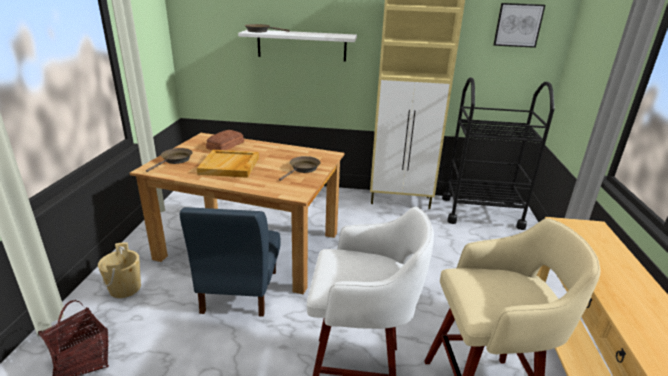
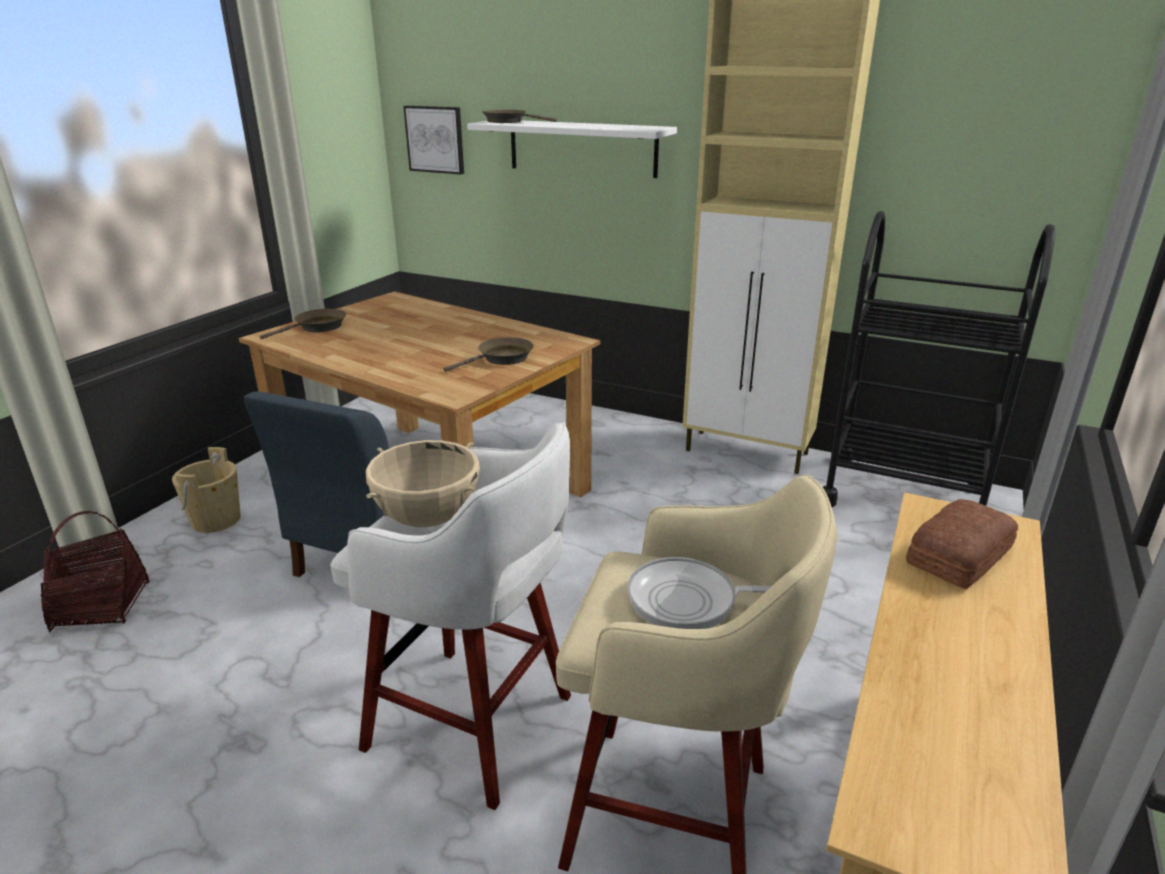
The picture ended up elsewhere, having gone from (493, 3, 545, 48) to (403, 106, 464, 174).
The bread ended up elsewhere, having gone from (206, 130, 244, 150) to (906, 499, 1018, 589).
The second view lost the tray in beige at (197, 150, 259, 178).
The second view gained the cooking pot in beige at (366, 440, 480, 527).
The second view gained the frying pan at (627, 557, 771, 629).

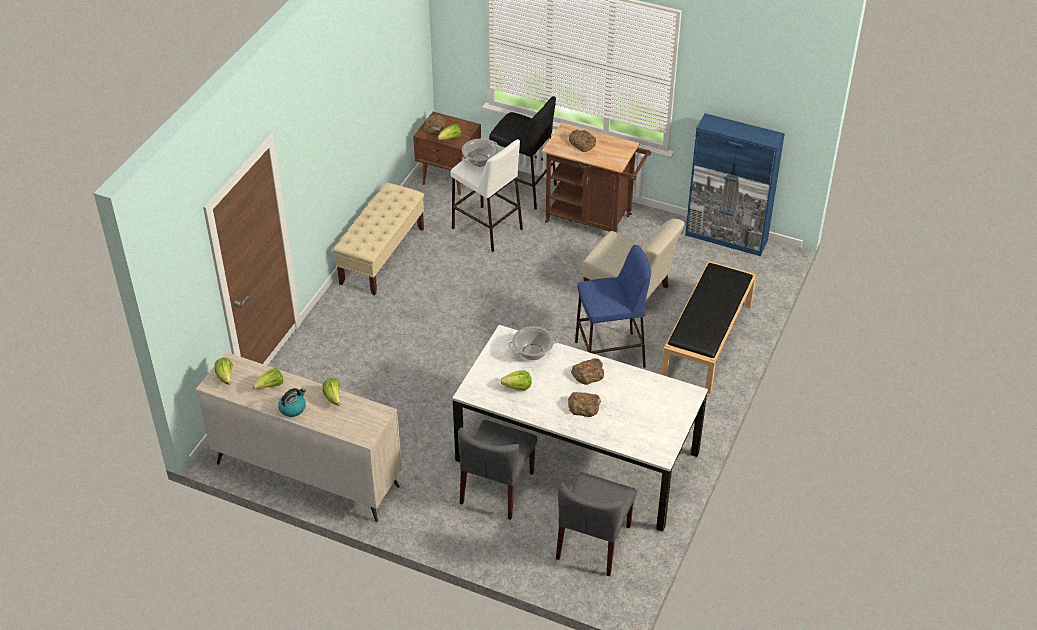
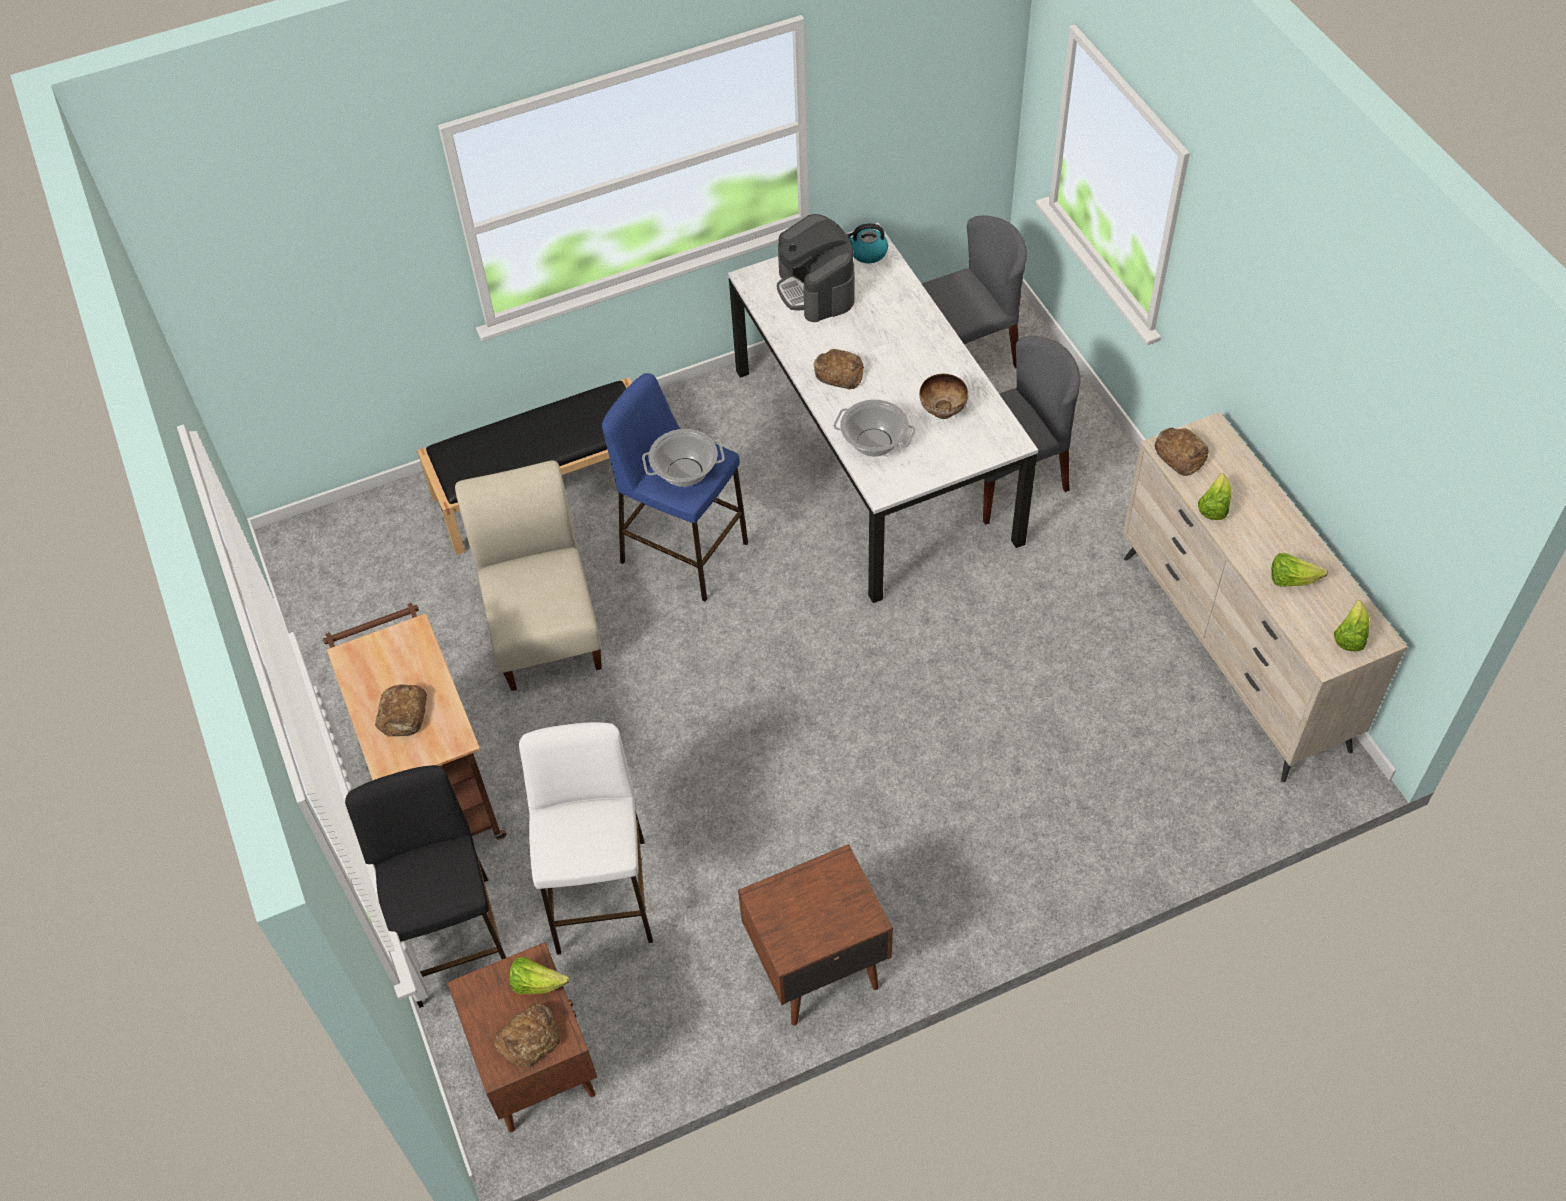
The second view lost the cabinet in blue at (685, 113, 785, 256).
The cooking pot ended up elsewhere, having gone from (462, 139, 498, 167) to (642, 429, 724, 487).
Where the bench in beige stood at (333, 183, 424, 295), the nightstand in brown came to stand at (738, 844, 893, 1026).
Where the lettuce stood at (500, 370, 532, 391), the bowl came to stand at (919, 374, 968, 419).
The kettle ended up elsewhere, having gone from (278, 388, 306, 417) to (846, 223, 888, 263).
The bread ended up elsewhere, having gone from (568, 392, 601, 417) to (1155, 428, 1208, 476).
The second view gained the coffee machine at (777, 214, 855, 322).

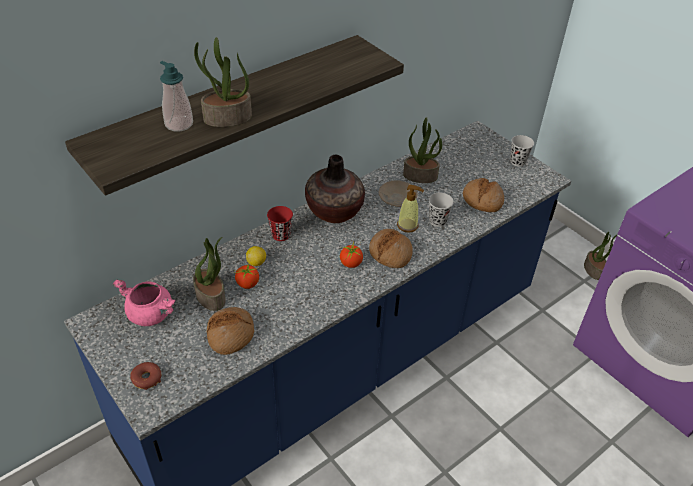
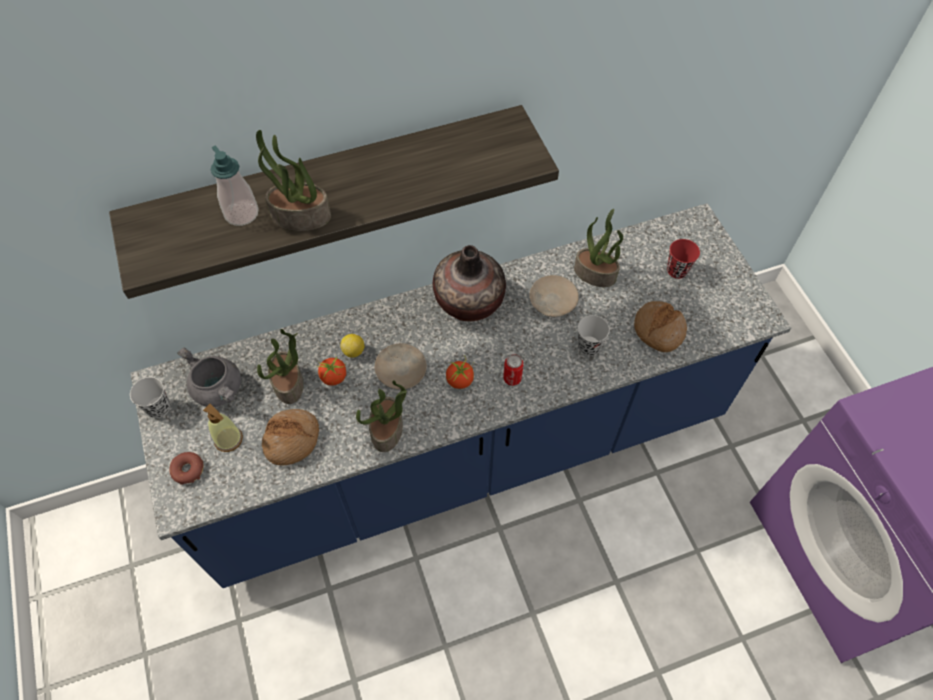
The cup in black ended up elsewhere, having gone from (510, 135, 534, 167) to (130, 377, 170, 418).
The soap dispenser ended up elsewhere, having gone from (397, 185, 424, 232) to (203, 404, 243, 452).
The cup in red ended up elsewhere, having gone from (267, 206, 293, 241) to (667, 239, 700, 279).
Where the bread stood at (369, 229, 413, 268), the can came to stand at (503, 354, 523, 386).
The potted plant ended up elsewhere, having gone from (584, 232, 618, 280) to (356, 380, 407, 452).
What was the cooking pot in pink at (113, 280, 175, 326) turned into the cooking pot in grey at (178, 347, 241, 407).
The second view gained the plate in beige at (375, 343, 427, 390).

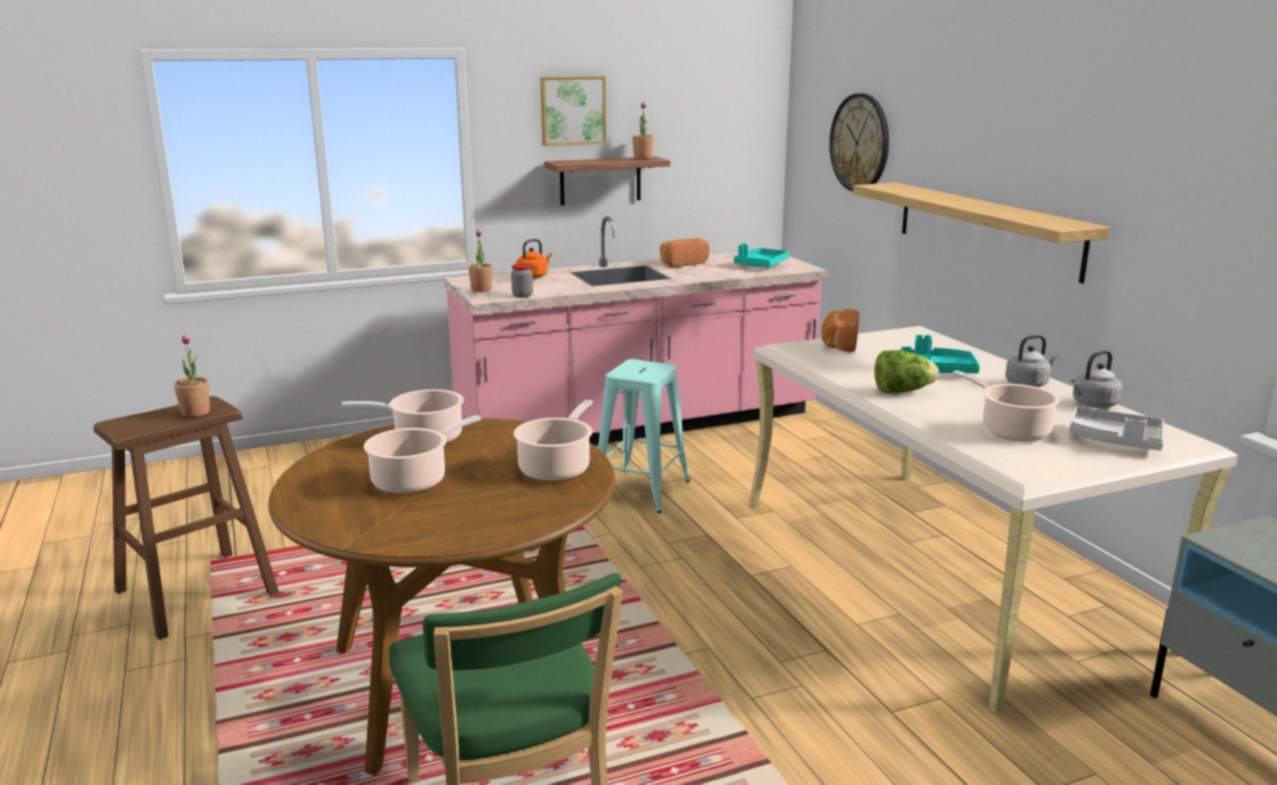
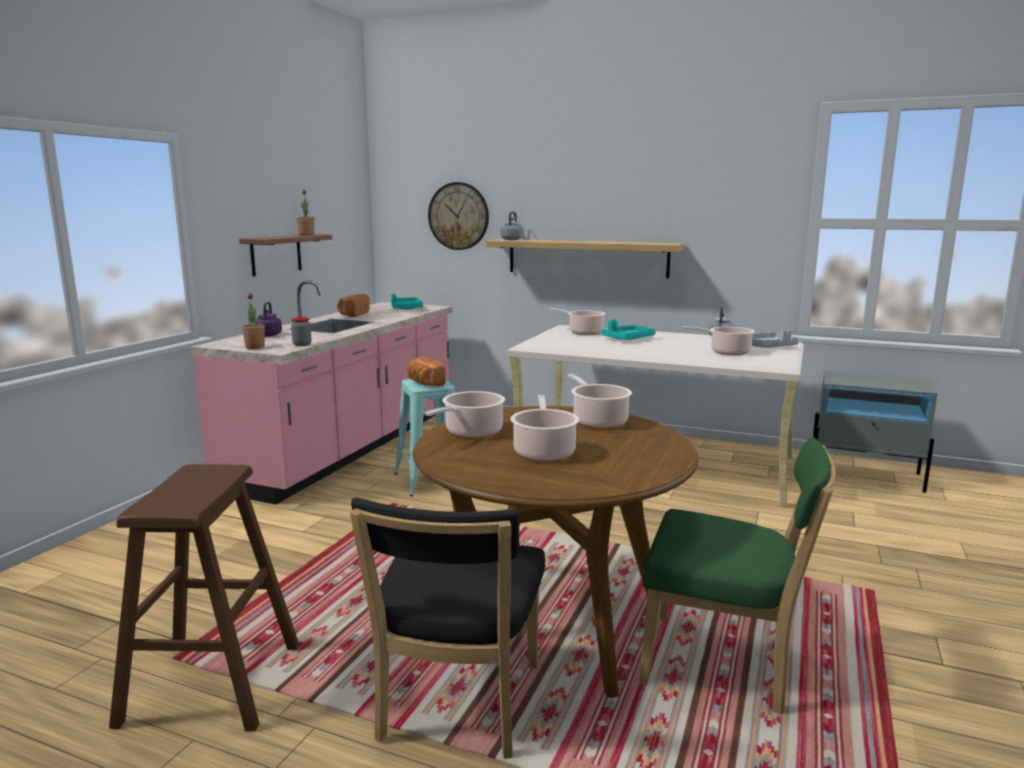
The second view lost the picture at (540, 76, 606, 146).
What was the kettle in orange at (516, 239, 552, 278) turned into the kettle in purple at (255, 302, 282, 336).
The bread ended up elsewhere, having gone from (822, 309, 859, 352) to (407, 357, 446, 386).
The second view lost the potted plant at (174, 335, 210, 417).
The kettle in grey ended up elsewhere, having gone from (1005, 335, 1059, 387) to (501, 212, 523, 240).
The second view lost the lettuce at (874, 350, 939, 394).
The second view gained the cooking pot at (549, 308, 605, 335).
The second view gained the chair in black at (350, 498, 545, 759).

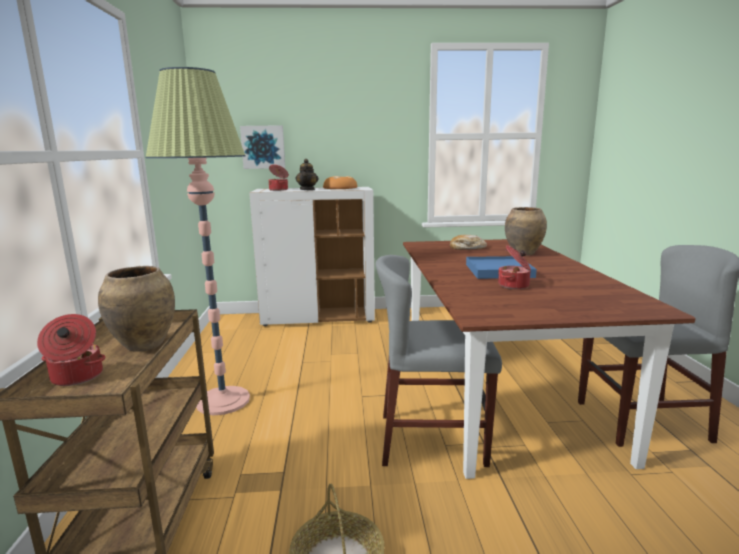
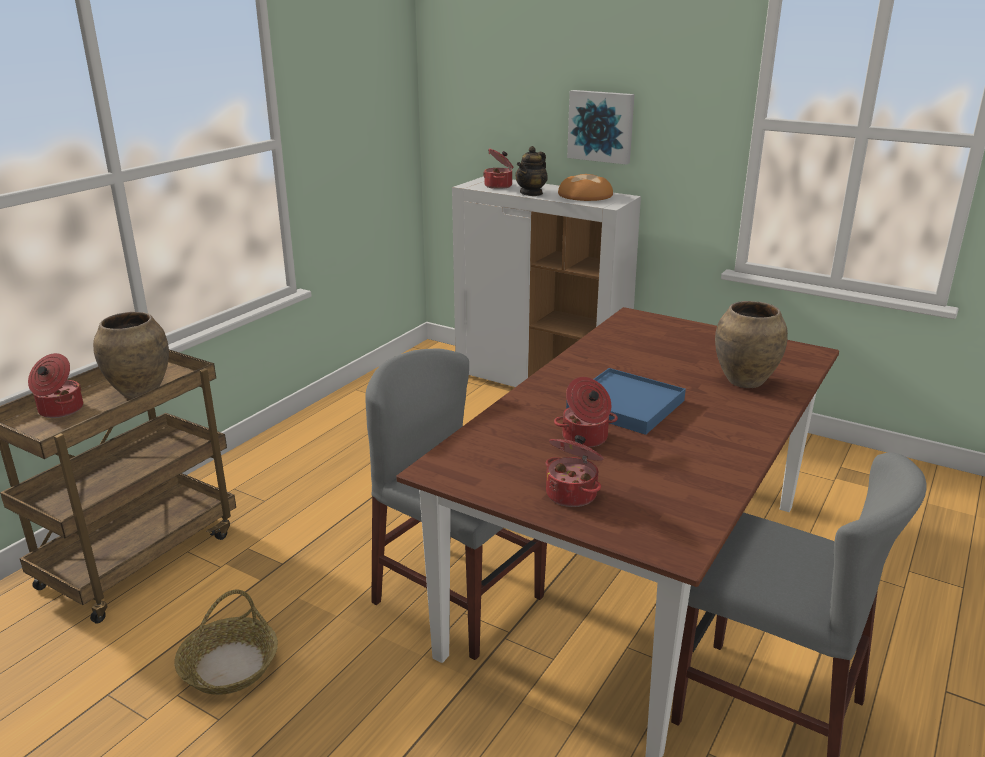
The second view lost the floor lamp at (146, 67, 250, 415).
The picture ended up elsewhere, having gone from (240, 125, 285, 169) to (567, 90, 635, 165).
The second view lost the bread at (450, 235, 487, 250).
The second view gained the cooking pot at (546, 435, 604, 507).

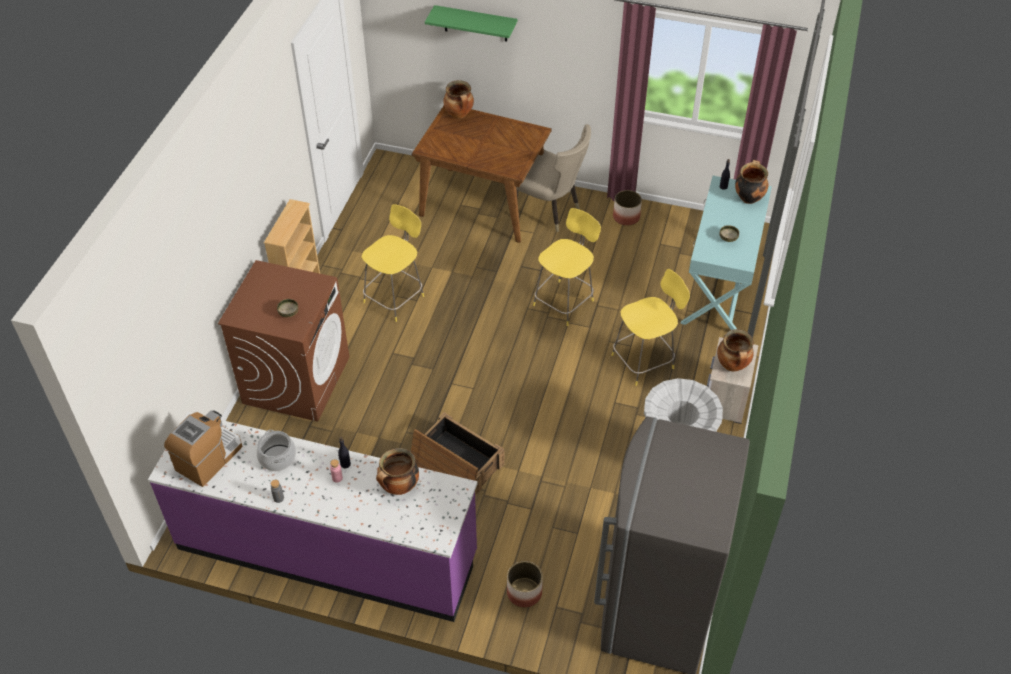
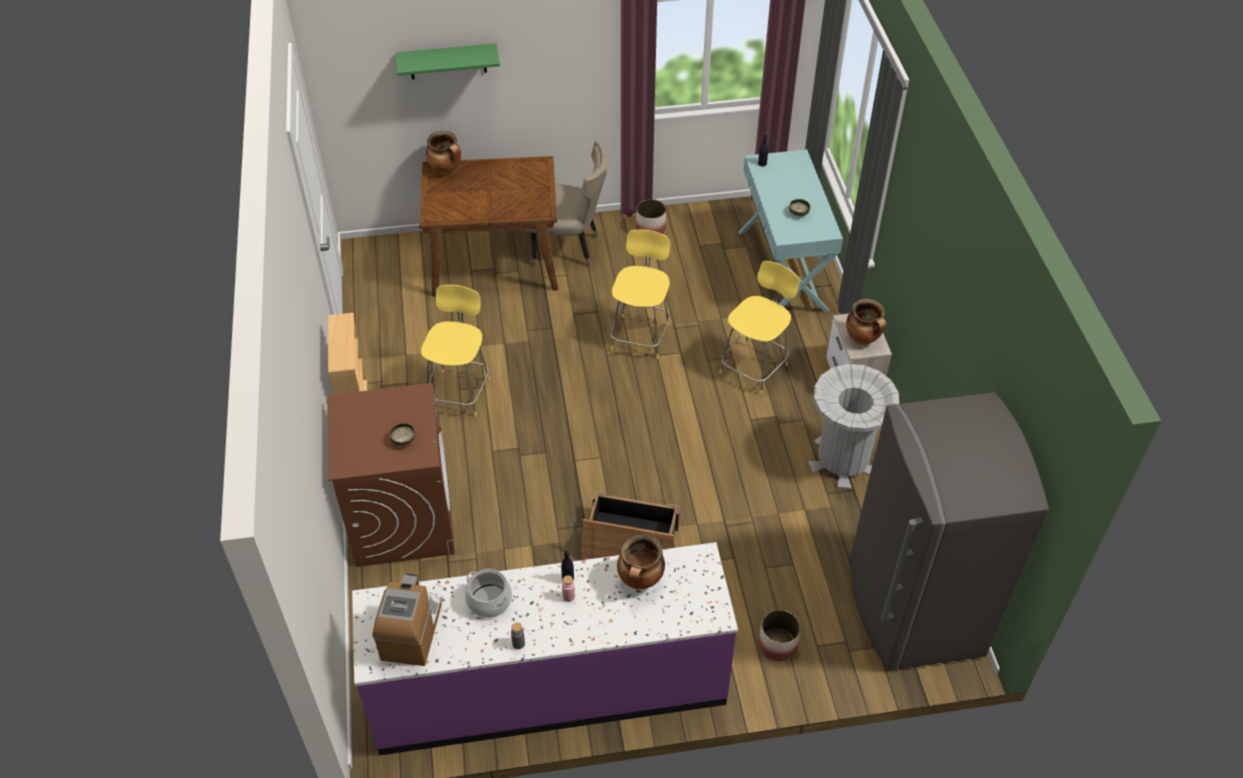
The second view lost the cooking pot at (735, 160, 768, 204).

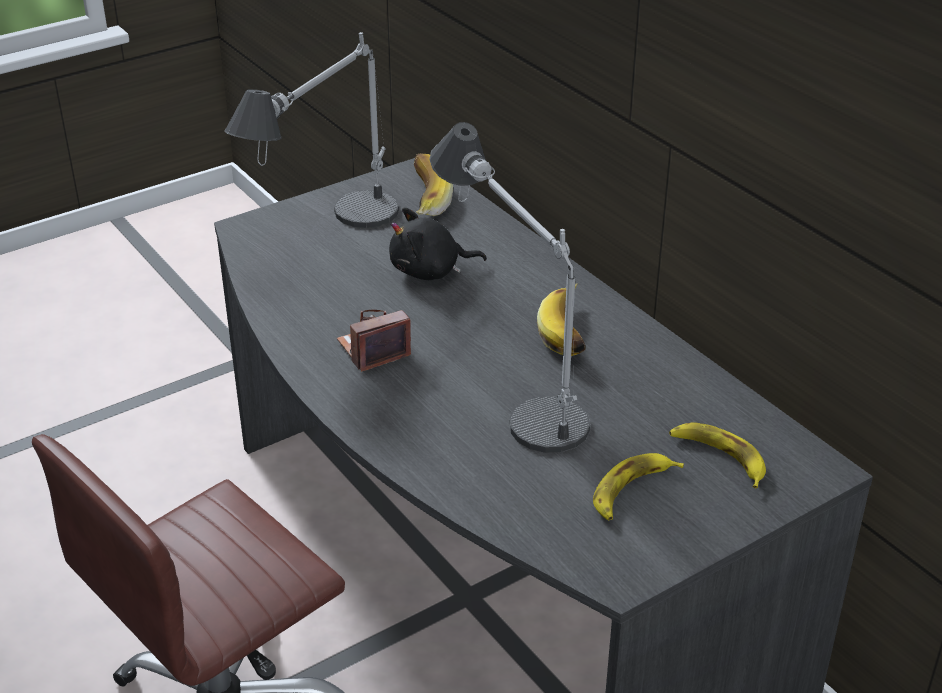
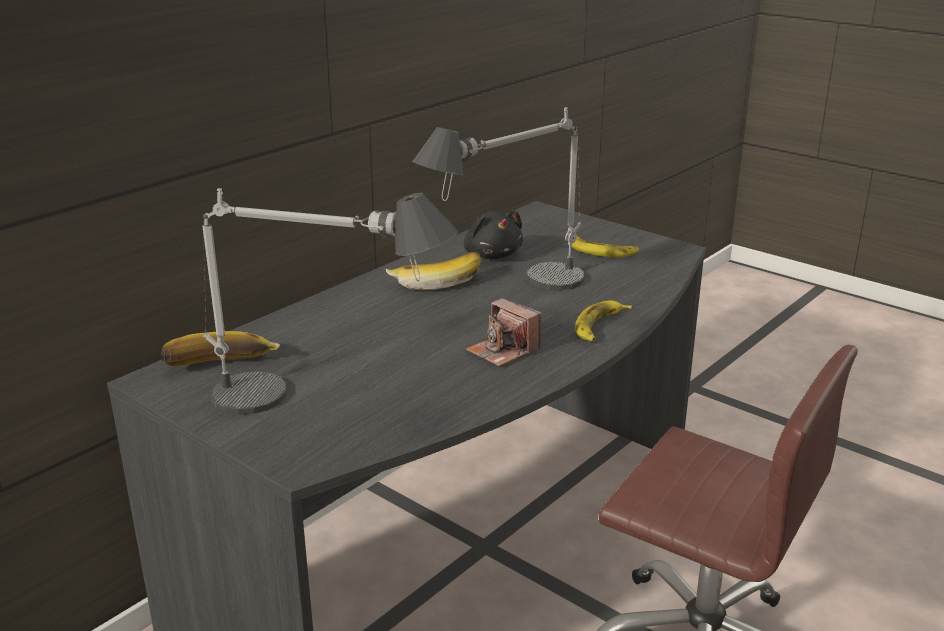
The plush toy in black ended up elsewhere, having gone from (389, 207, 487, 280) to (464, 211, 523, 259).
The banana ended up elsewhere, having gone from (669, 423, 766, 488) to (575, 300, 632, 341).

